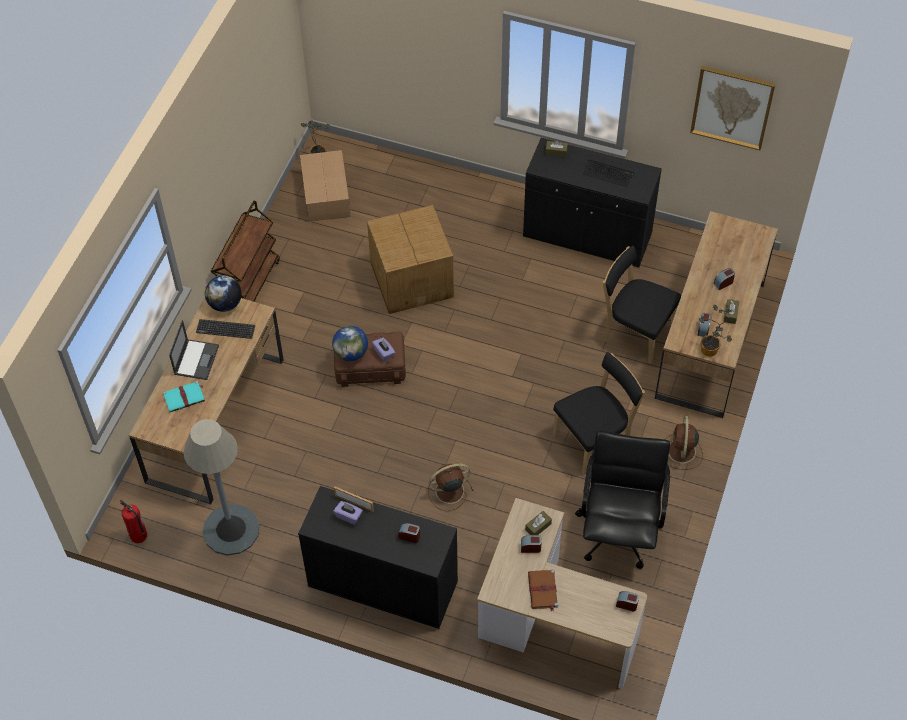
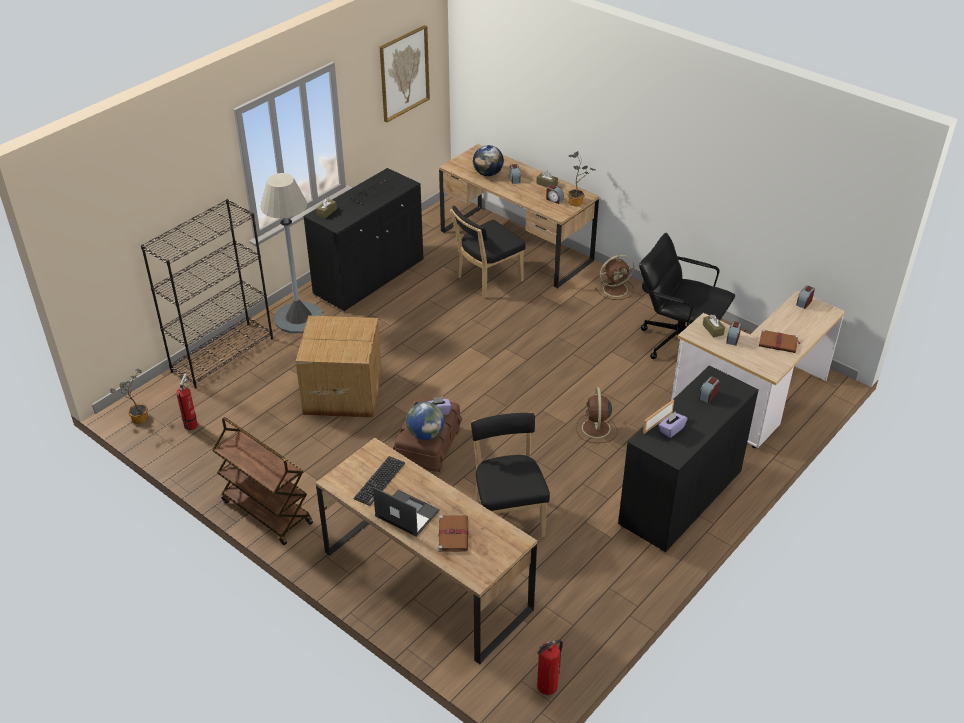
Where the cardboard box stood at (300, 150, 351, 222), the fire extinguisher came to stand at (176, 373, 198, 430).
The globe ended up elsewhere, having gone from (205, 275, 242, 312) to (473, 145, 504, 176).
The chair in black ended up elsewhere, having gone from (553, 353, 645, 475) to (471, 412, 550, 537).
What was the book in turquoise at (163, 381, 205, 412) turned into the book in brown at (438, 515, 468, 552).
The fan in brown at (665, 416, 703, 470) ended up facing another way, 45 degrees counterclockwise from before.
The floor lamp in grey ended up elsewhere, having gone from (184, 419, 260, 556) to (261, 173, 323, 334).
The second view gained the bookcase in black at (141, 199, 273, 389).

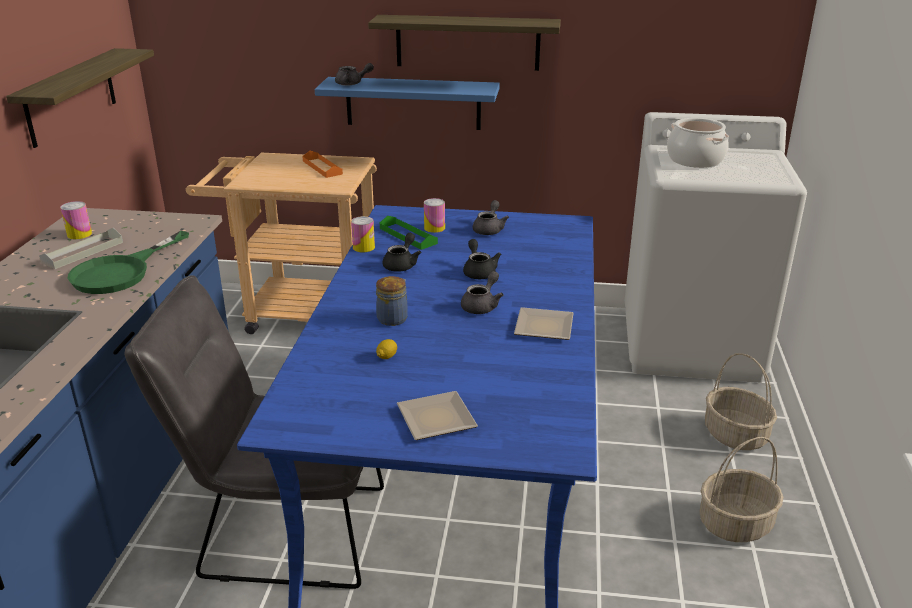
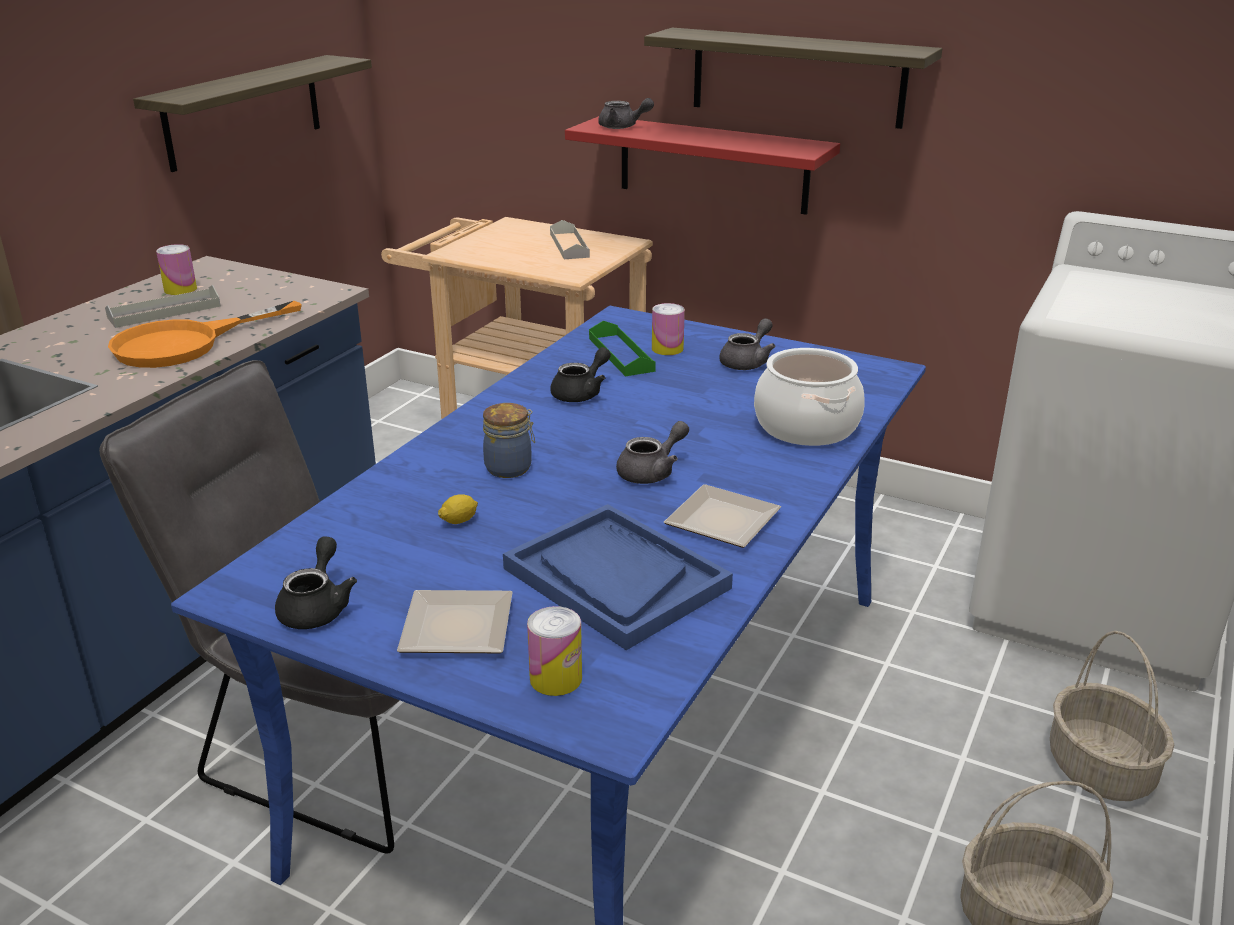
What was the shelf in blue at (315, 77, 500, 130) turned into the shelf in red at (565, 116, 840, 215).
The cooking pot ended up elsewhere, having gone from (667, 118, 729, 168) to (754, 348, 865, 446).
What was the tray in orange at (302, 151, 343, 178) turned into the tray in grey at (550, 220, 590, 259).
The can ended up elsewhere, having gone from (351, 216, 375, 252) to (527, 606, 582, 696).
What was the frying pan in green at (67, 231, 189, 294) turned into the frying pan in orange at (108, 301, 302, 368).
The teapot in black ended up elsewhere, having gone from (463, 239, 501, 279) to (275, 536, 357, 629).
The second view gained the tray in blue at (503, 504, 733, 650).

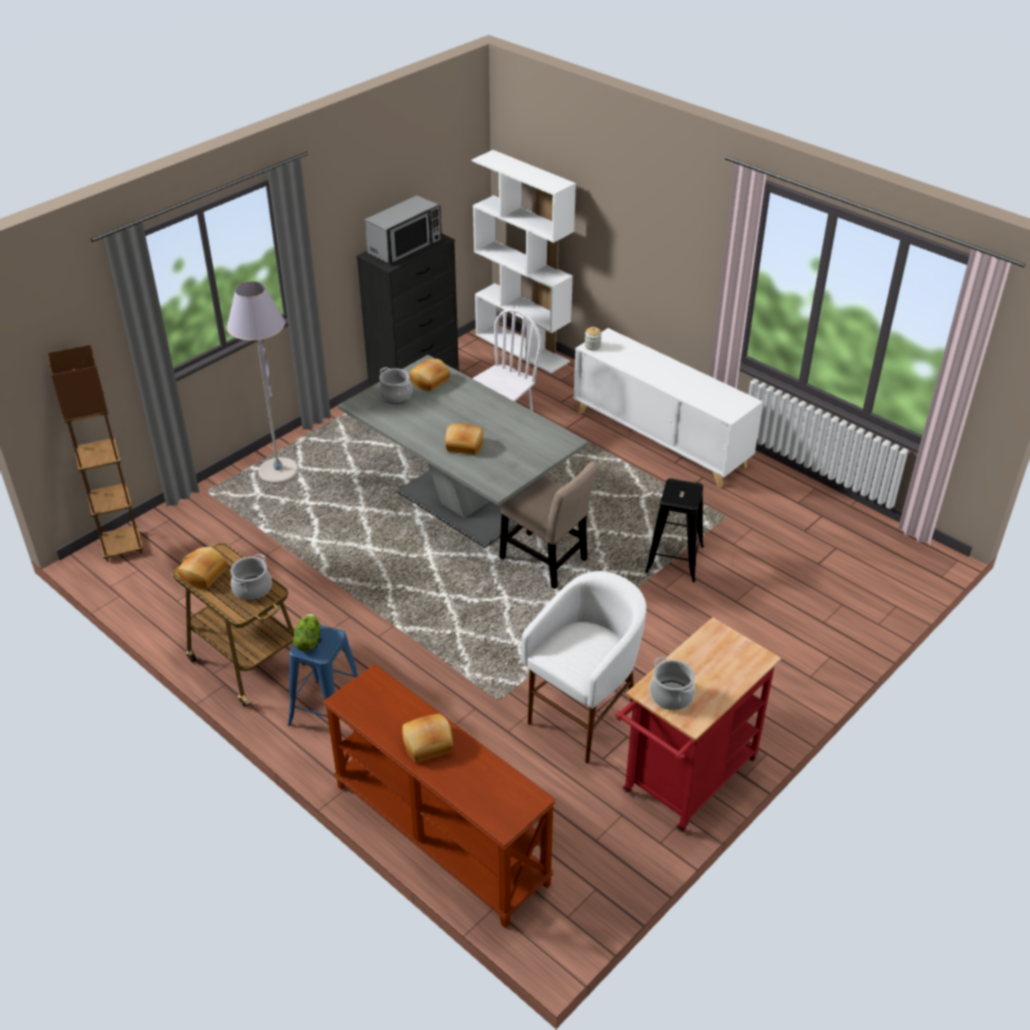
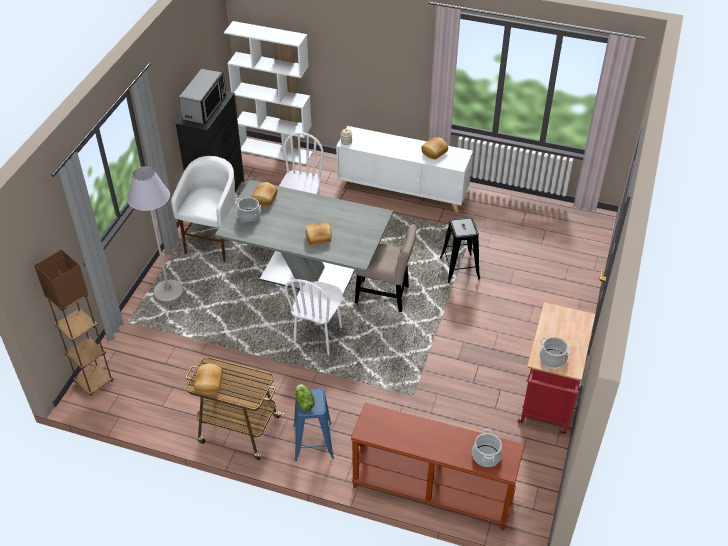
The cooking pot ended up elsewhere, having gone from (230, 554, 272, 600) to (472, 429, 502, 467).
The stool in white ended up elsewhere, having gone from (521, 571, 646, 763) to (171, 156, 235, 262).
The bread ended up elsewhere, having gone from (402, 714, 453, 763) to (421, 137, 448, 160).
The second view gained the chair in white at (285, 279, 343, 355).

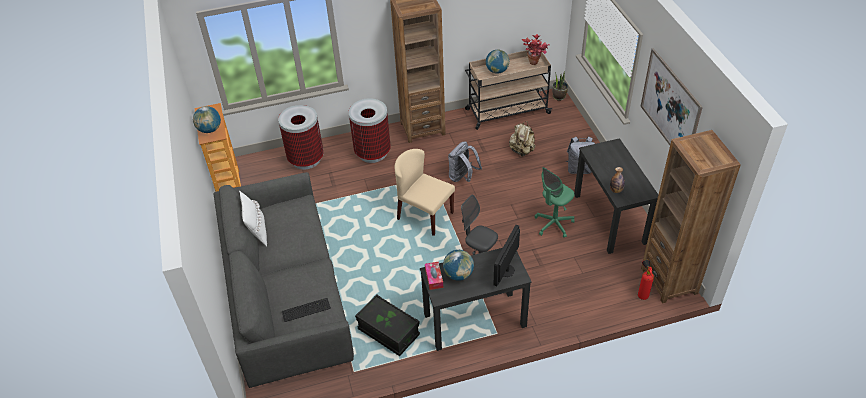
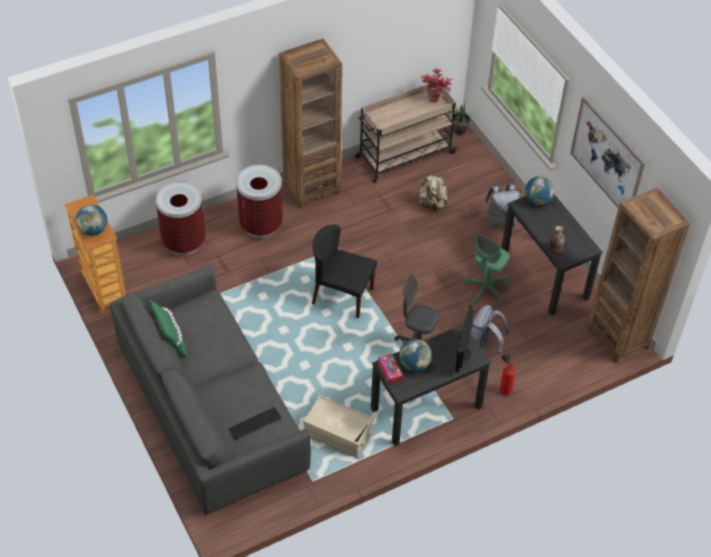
The globe ended up elsewhere, having gone from (486, 50, 509, 74) to (525, 176, 555, 205).
The backpack in grey ended up elsewhere, having gone from (448, 141, 482, 182) to (470, 305, 509, 354).
What was the chair in beige at (395, 149, 455, 236) turned into the chair in black at (312, 224, 377, 318).
What was the pillow in white at (239, 191, 267, 246) turned into the pillow in green at (150, 300, 188, 358).
The fire extinguisher ended up elsewhere, having gone from (638, 260, 654, 300) to (500, 353, 515, 395).
What was the storage box in black at (355, 294, 420, 356) turned into the storage box in beige at (303, 395, 374, 458).

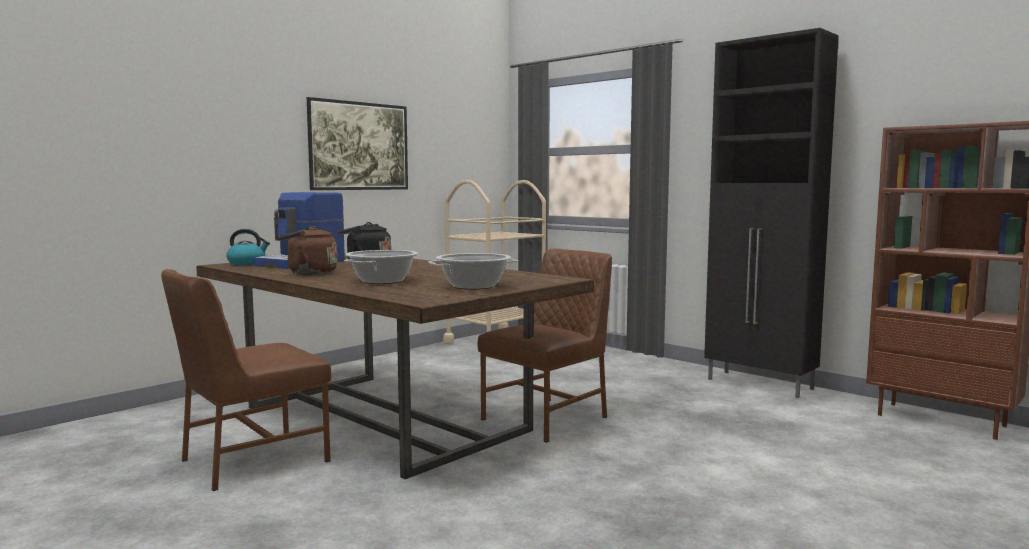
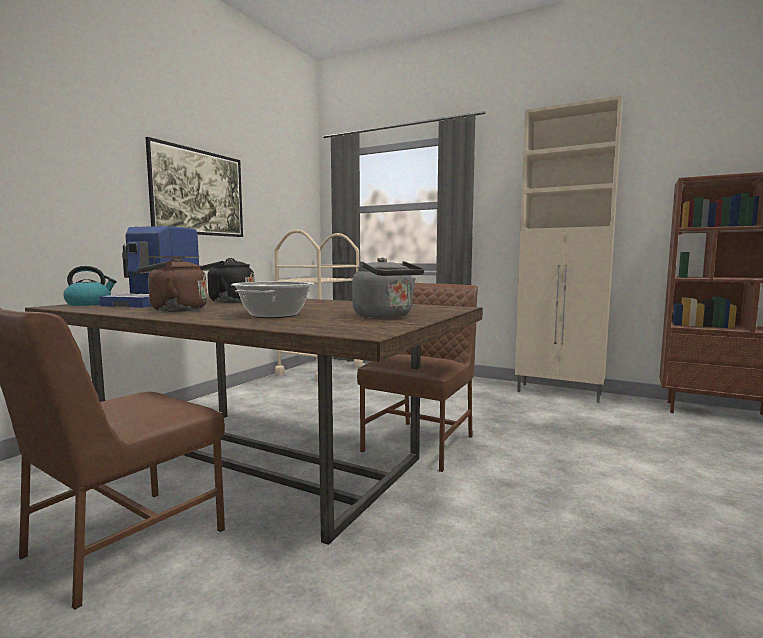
What was the cabinet in black at (704, 28, 839, 398) turned into the cabinet in beige at (515, 96, 622, 403).
Where the cooking pot stood at (428, 253, 519, 290), the kettle in grey came to stand at (352, 257, 424, 319).

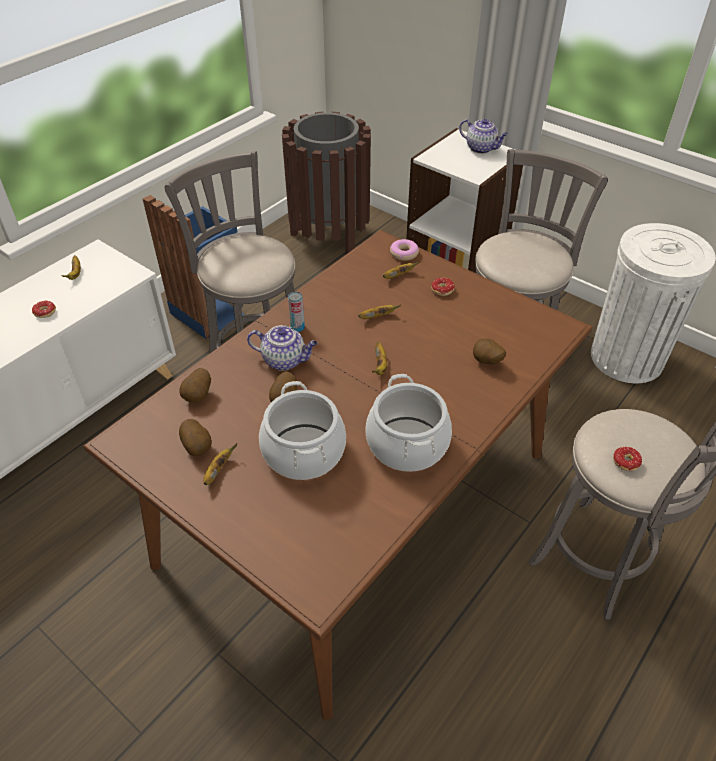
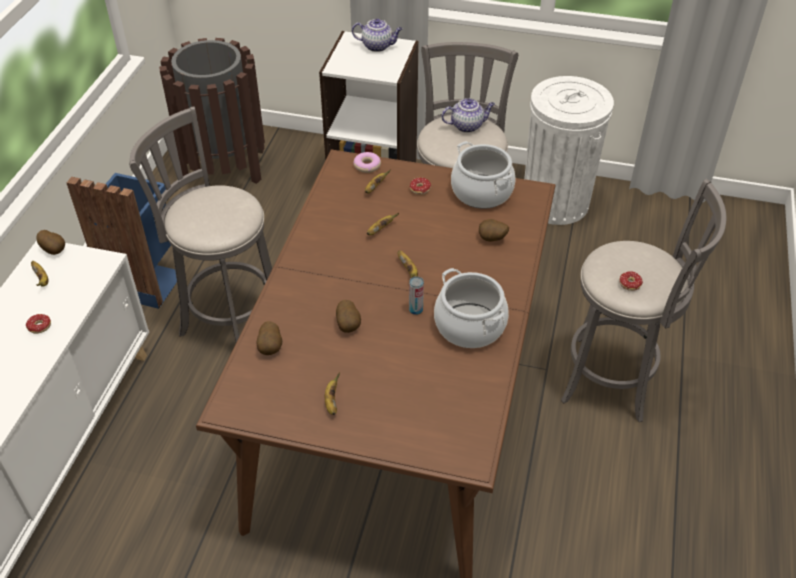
The can ended up elsewhere, having gone from (288, 292, 305, 332) to (409, 276, 424, 315).
The teapot ended up elsewhere, having gone from (247, 325, 318, 371) to (441, 98, 495, 133).
The cooking pot ended up elsewhere, having gone from (259, 381, 346, 480) to (451, 141, 515, 209).
The potato ended up elsewhere, having gone from (179, 419, 212, 456) to (37, 230, 65, 255).

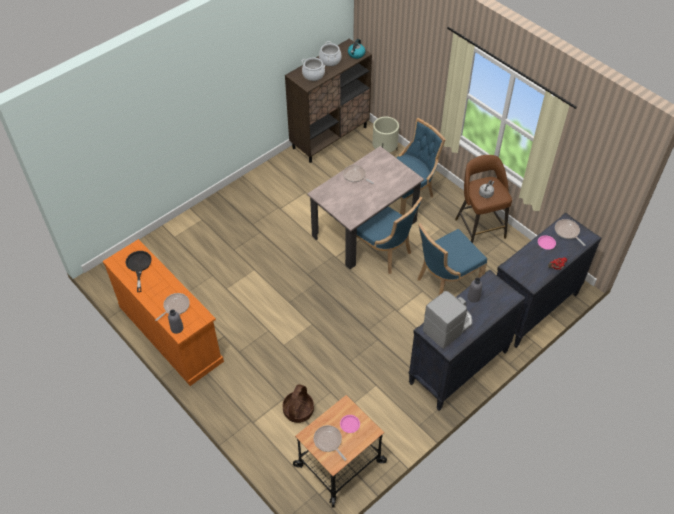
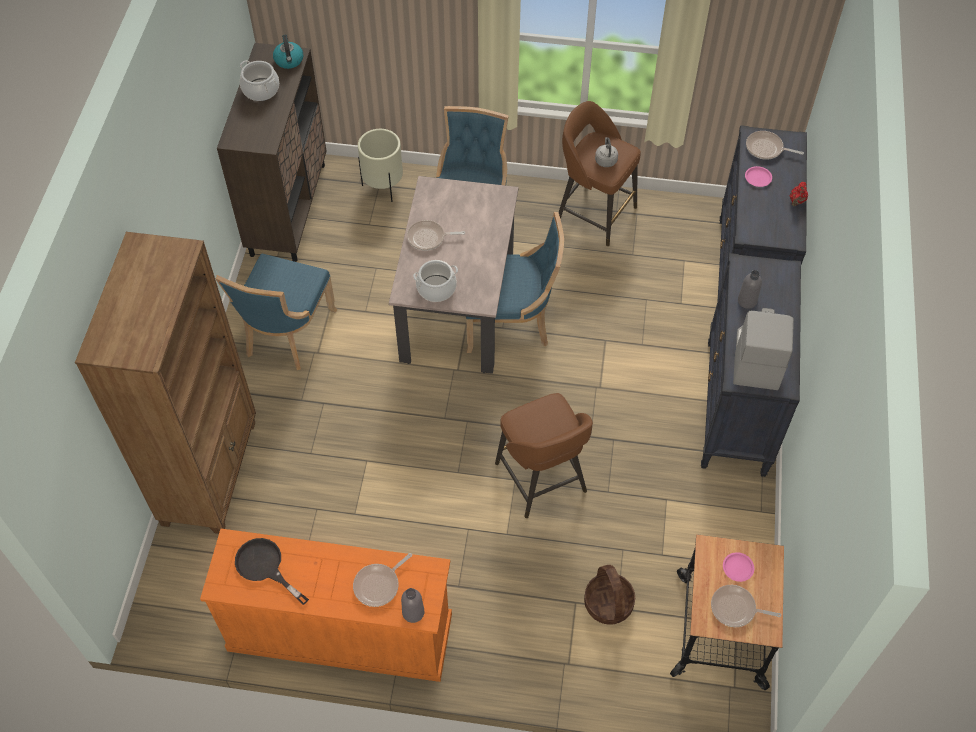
The cooking pot ended up elsewhere, having gone from (301, 58, 325, 81) to (413, 260, 458, 302).
The chair in blue ended up elsewhere, having gone from (417, 223, 487, 295) to (215, 254, 337, 370).
The frying pan at (155, 293, 190, 321) ended up facing another way, 135 degrees counterclockwise from before.
The second view gained the bookcase in brown at (75, 232, 256, 534).
The second view gained the stool in brown at (495, 393, 593, 518).

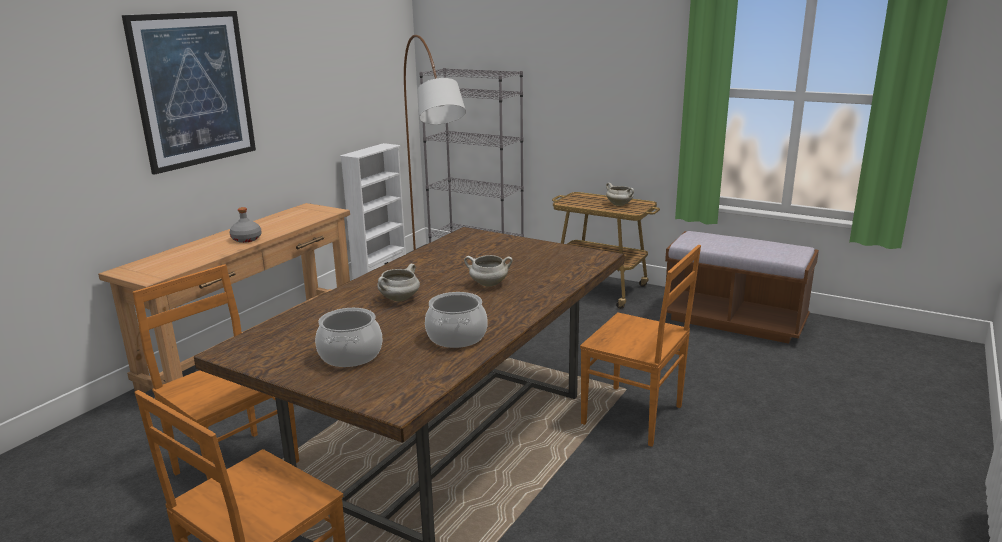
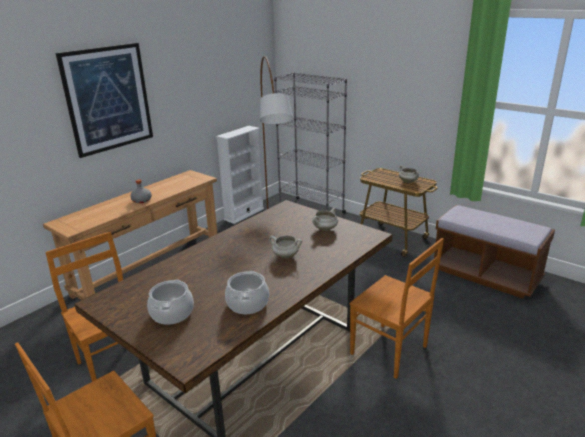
The cooking pot in white ended up elsewhere, having gone from (377, 264, 420, 301) to (312, 208, 338, 231).

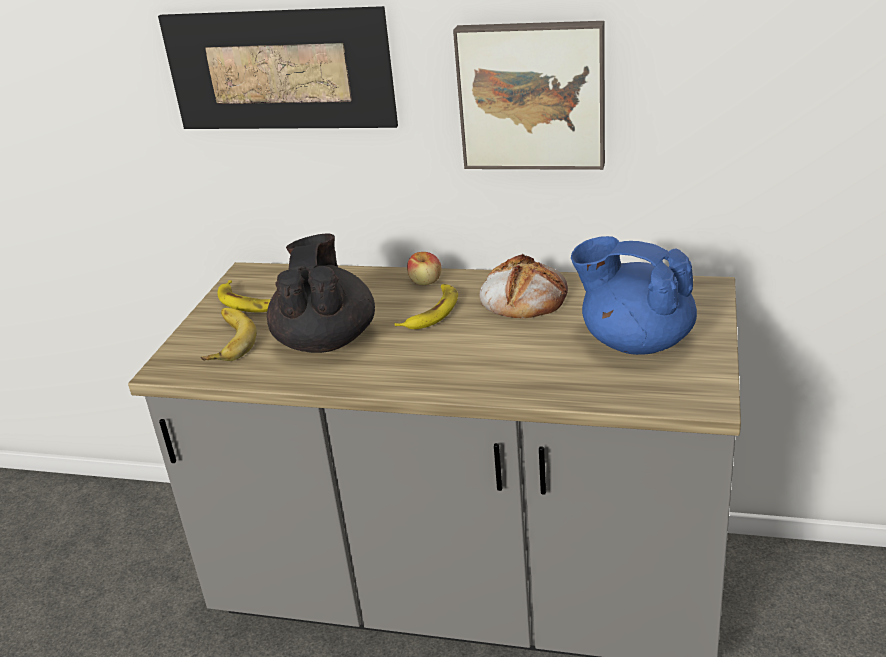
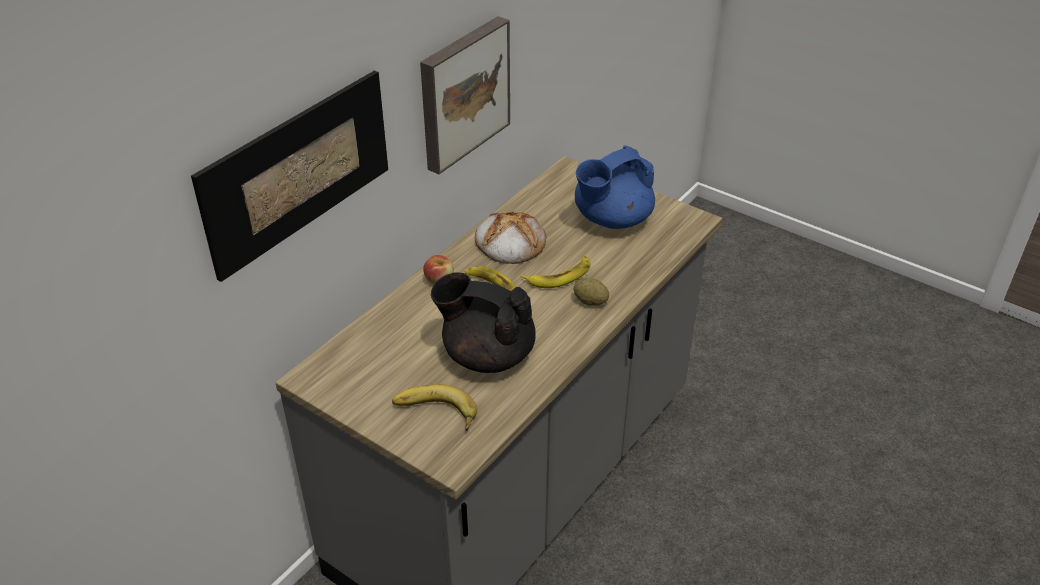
The banana ended up elsewhere, having gone from (217, 280, 271, 312) to (521, 256, 591, 288).
The second view gained the potato at (574, 278, 609, 306).

